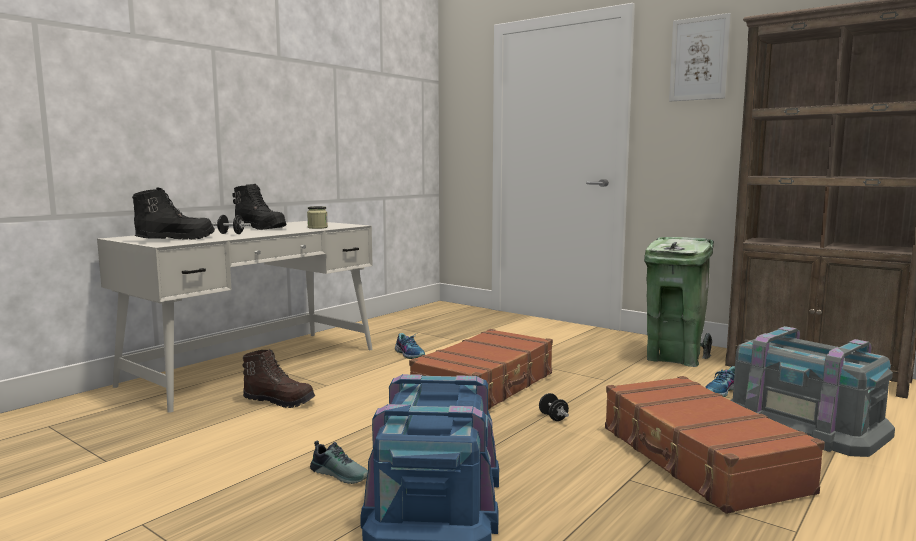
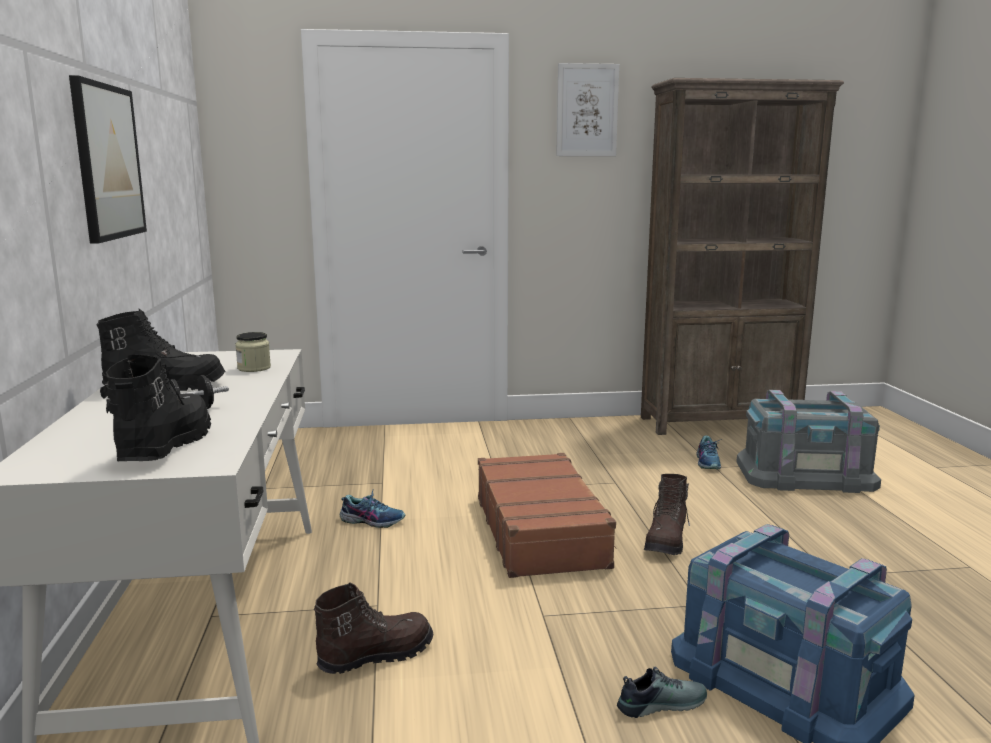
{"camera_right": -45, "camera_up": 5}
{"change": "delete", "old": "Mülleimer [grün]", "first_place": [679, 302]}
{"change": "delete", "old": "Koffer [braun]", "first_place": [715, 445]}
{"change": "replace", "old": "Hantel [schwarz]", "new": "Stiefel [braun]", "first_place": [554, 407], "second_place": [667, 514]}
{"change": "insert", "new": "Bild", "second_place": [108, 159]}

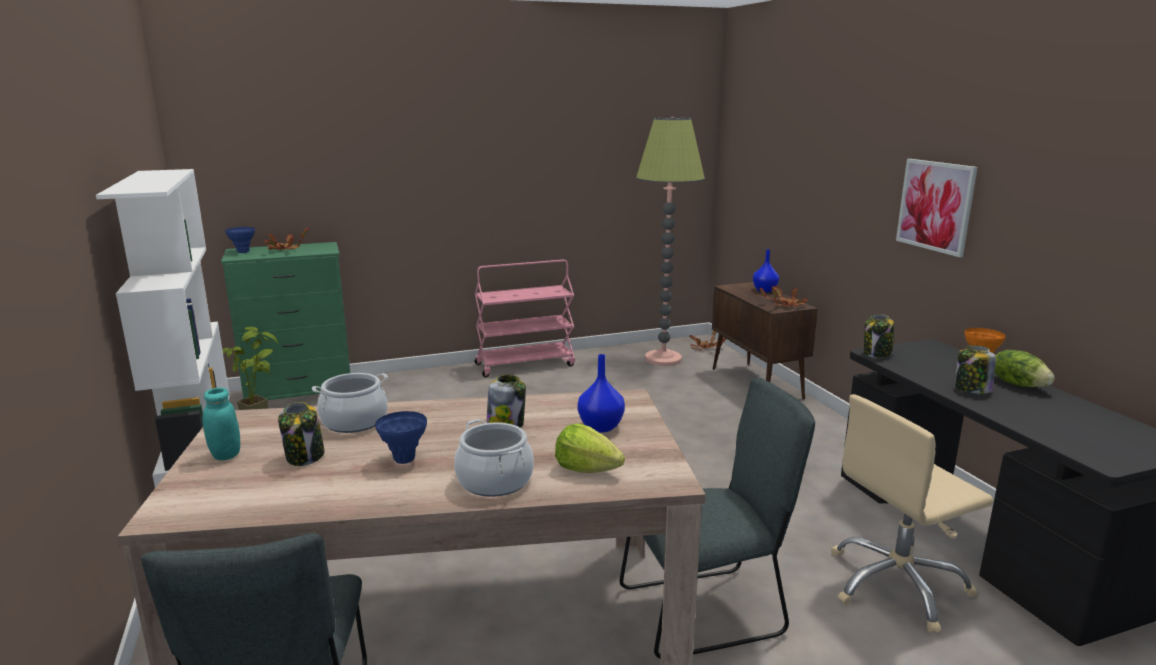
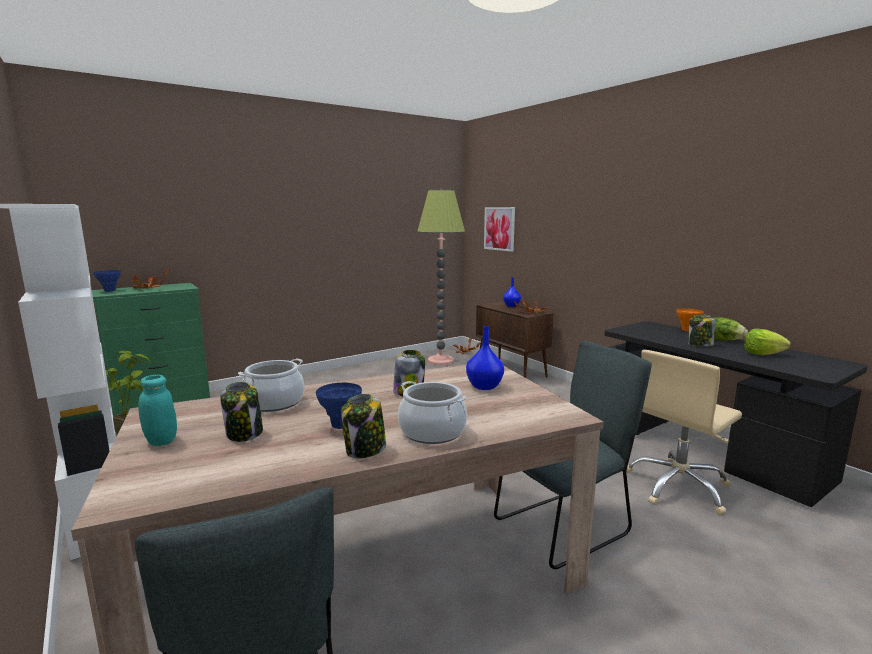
{"camera_right": -15, "camera_up": -5}
{"change": "move", "old": "Bild", "first_place": [937, 208], "second_place": [499, 229]}
{"change": "delete", "old": "Rollwagen [rosa]", "first_place": [524, 318]}
{"change": "move", "old": "Vorratsglas", "first_place": [879, 336], "second_place": [363, 426]}
{"change": "move", "old": "Salatkopf", "first_place": [590, 448], "second_place": [767, 342]}

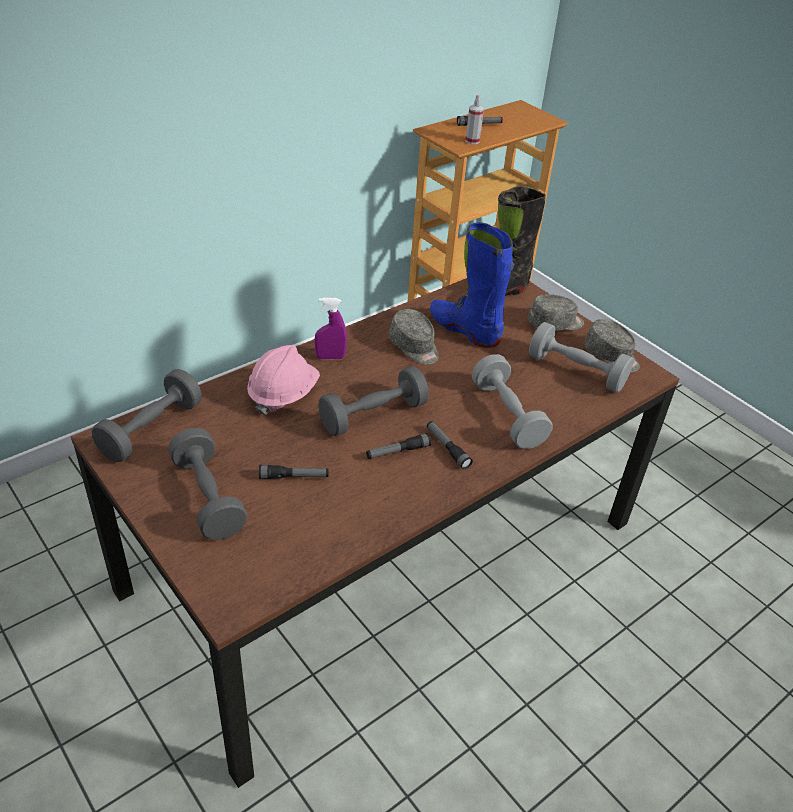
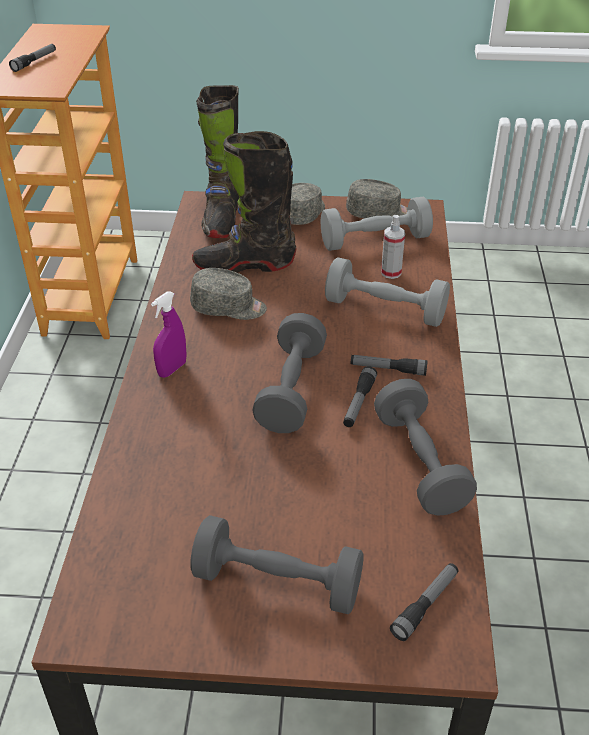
{"camera_right": -45, "camera_up": 0}
{"change": "move", "old": "Sprühflasche", "first_place": [474, 119], "second_place": [393, 247]}
{"change": "recolor", "old": "Stiefel [blau]", "new": "Stiefel [schwarz]", "first_place": [472, 285], "second_place": [244, 202]}
{"change": "delete", "old": "Schutzhelm [rosa]", "first_place": [283, 380]}
{"change": "move", "old": "Hantel [grau]", "first_place": [147, 415], "second_place": [425, 447]}
{"change": "move", "old": "Taschenlampe", "first_place": [294, 472], "second_place": [424, 602]}

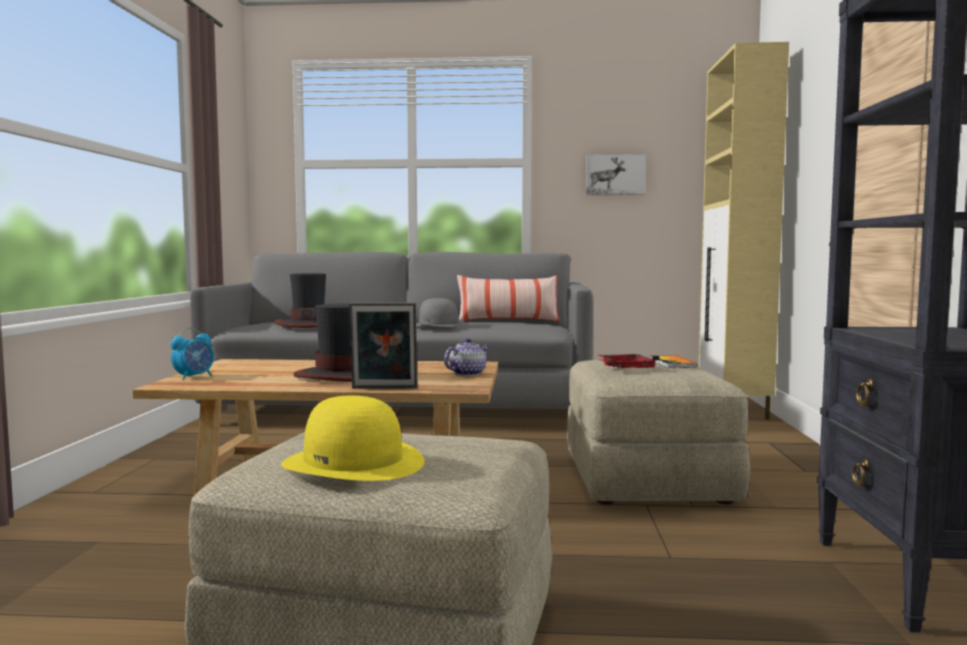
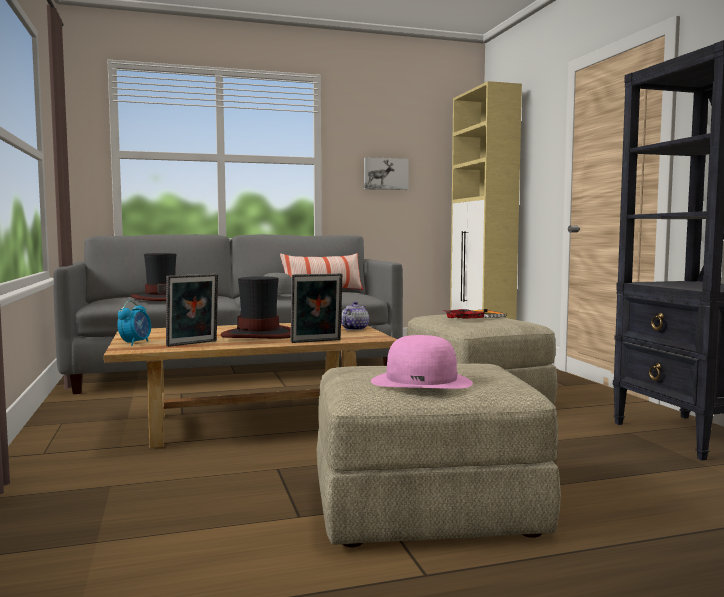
{"camera_right": -20, "camera_up": 0}
{"change": "recolor", "old": "Hut [gelb]", "new": "Hut [rosa]", "first_place": [353, 438], "second_place": [422, 362]}
{"change": "insert", "new": "Bilderrahmen", "second_place": [192, 310]}

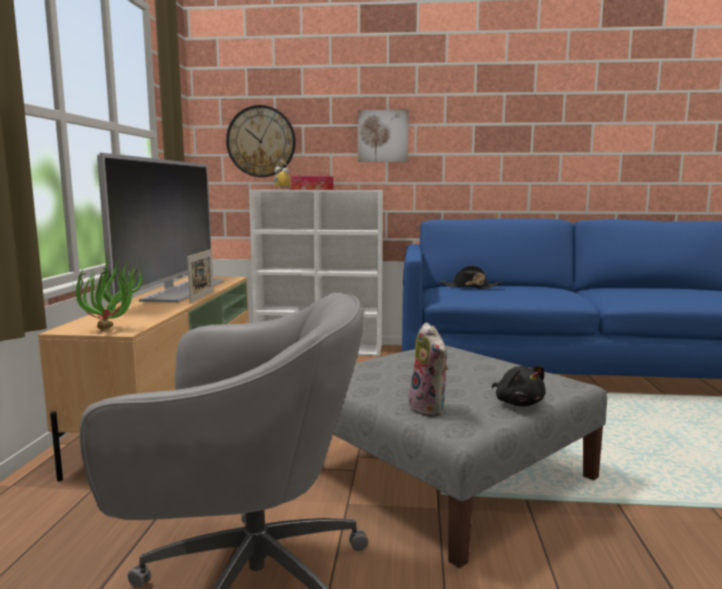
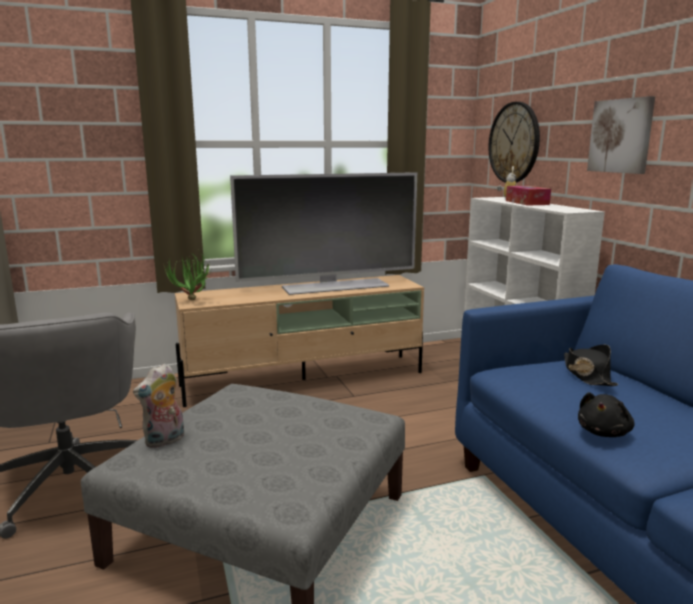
{"camera_right": 65, "camera_up": 5}
{"change": "delete", "old": "Bilderrahmen", "first_place": [200, 276]}
{"change": "move", "old": "Plüschtier [schwarz]", "first_place": [519, 386], "second_place": [606, 414]}

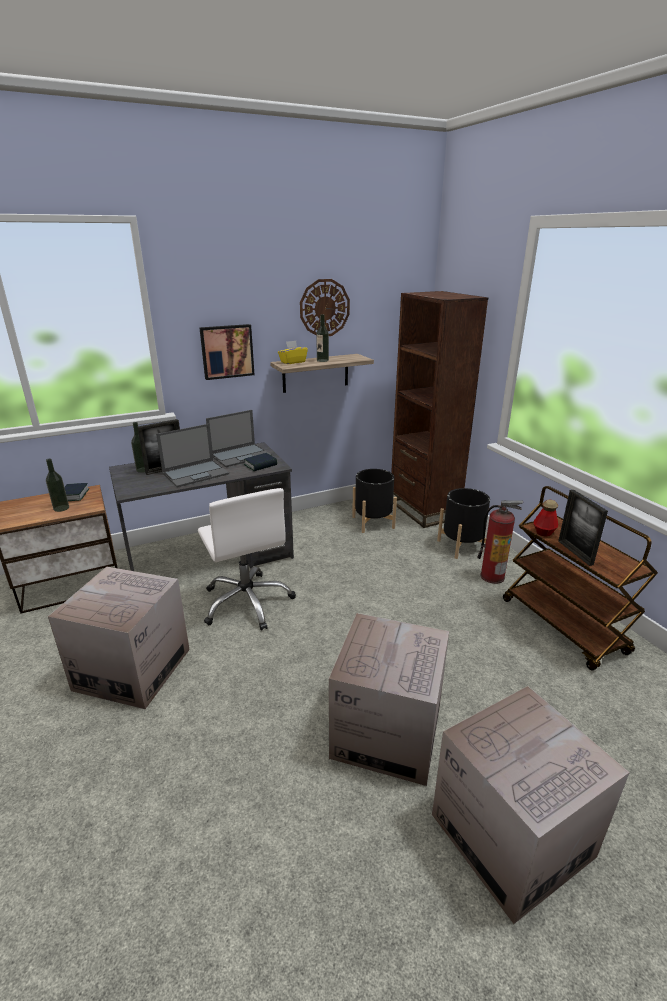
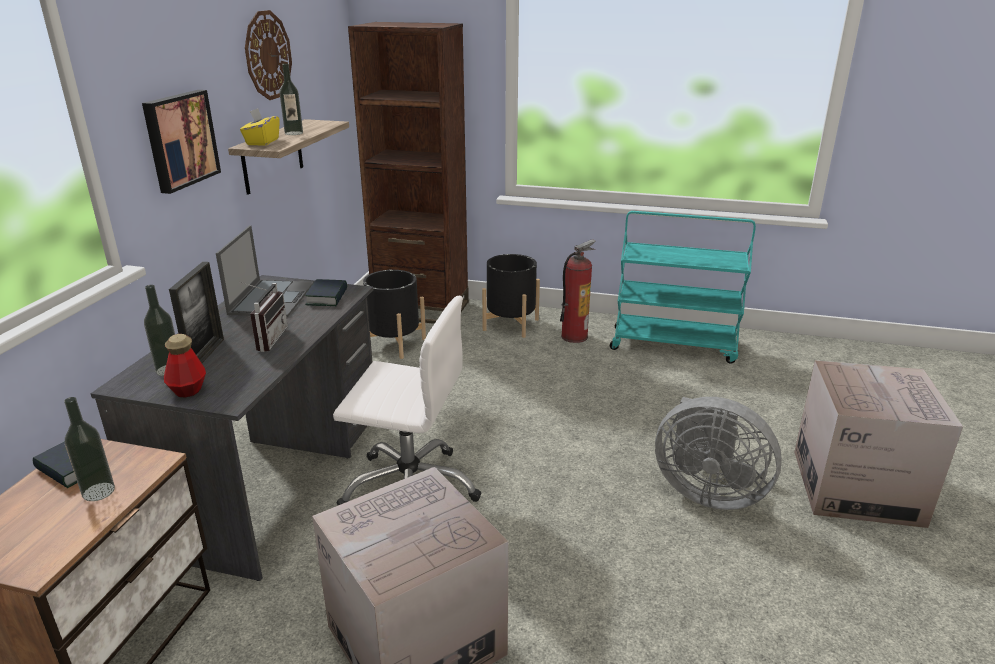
{"camera_right": -50, "camera_up": 0}
{"change": "replace", "old": "Laptop", "new": "Radio", "first_place": [192, 455], "second_place": [263, 317]}
{"change": "recolor", "old": "Rollwagen [braun]", "new": "Rollwagen [türkis]", "first_place": [580, 578], "second_place": [683, 287]}
{"change": "delete", "old": "Bilderrahmen", "first_place": [583, 528]}
{"change": "move", "old": "Flasche", "first_place": [546, 518], "second_place": [185, 365]}
{"change": "replace", "old": "Karton", "new": "Ventilator [grau]", "first_place": [389, 699], "second_place": [718, 453]}

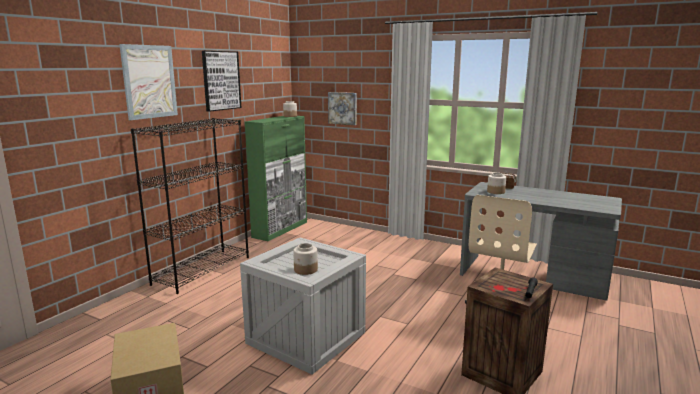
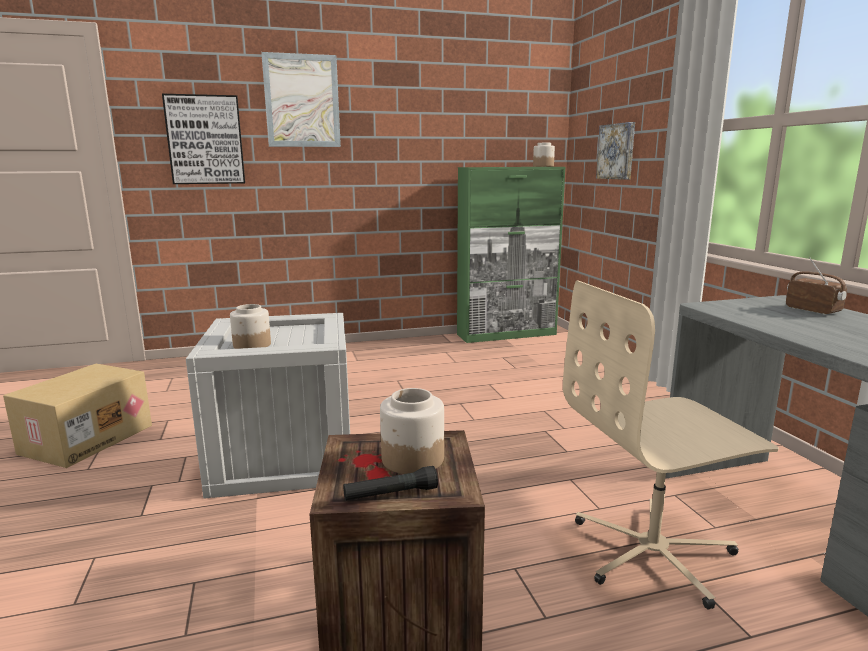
{"camera_right": 45, "camera_up": 0}
{"change": "move", "old": "Bild", "first_place": [221, 81], "second_place": [203, 139]}
{"change": "delete", "old": "Bücherregal [schwarz]", "first_place": [190, 206]}
{"change": "move", "old": "Vorratsglas", "first_place": [496, 183], "second_place": [412, 431]}

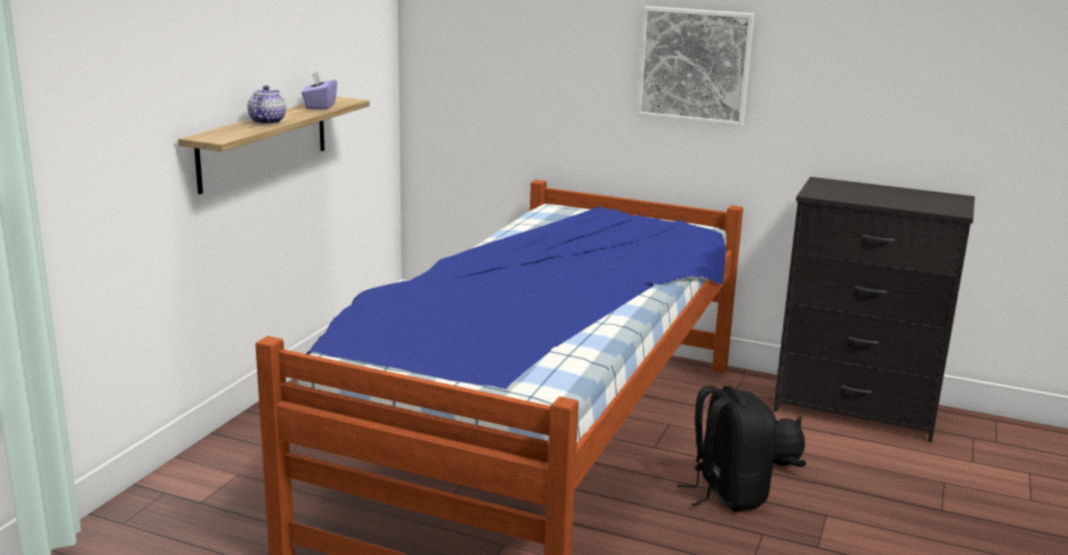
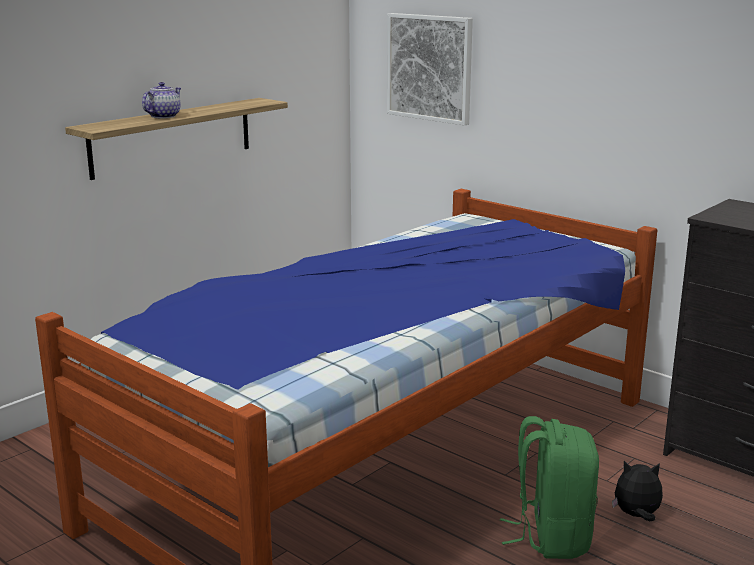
{"camera_right": 20, "camera_up": 0}
{"change": "move", "old": "Bild", "first_place": [696, 66], "second_place": [430, 69]}
{"change": "delete", "old": "Taschentuchbox [lila]", "first_place": [319, 90]}
{"change": "recolor", "old": "Rucksack [schwarz]", "new": "Rucksack [grün]", "first_place": [726, 449], "second_place": [549, 487]}

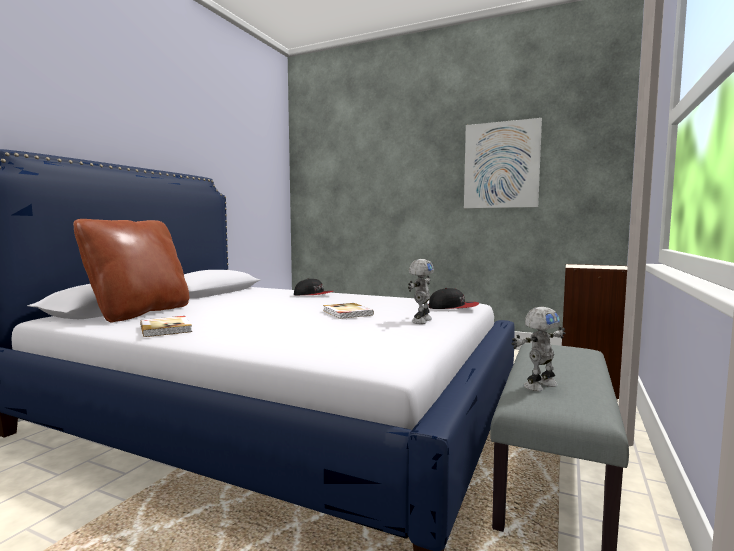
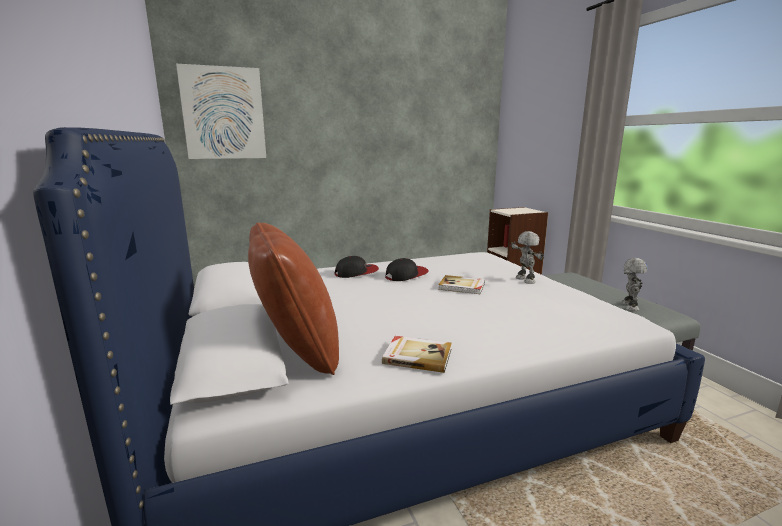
{"camera_right": -45, "camera_up": 10}
{"change": "move", "old": "Bild", "first_place": [503, 163], "second_place": [221, 111]}
{"change": "move", "old": "Kappe", "first_place": [453, 298], "second_place": [407, 269]}

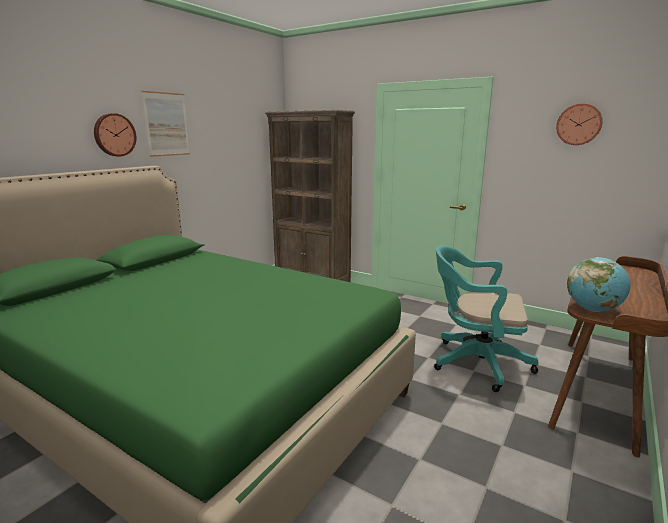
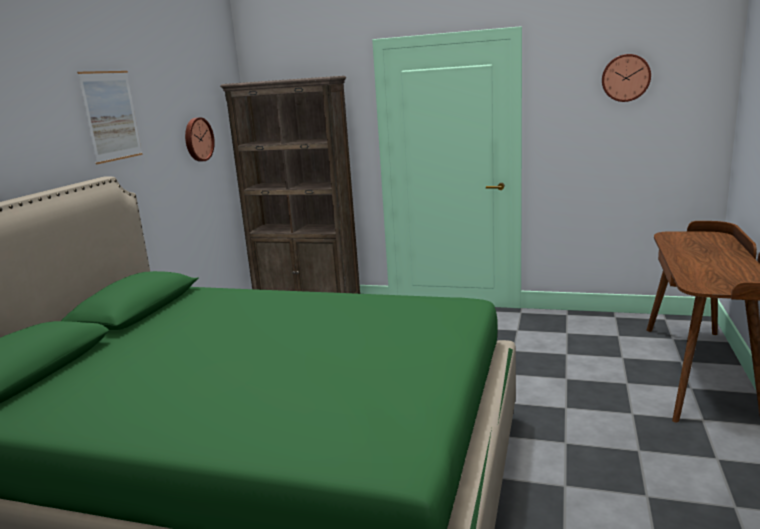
{"camera_right": -15, "camera_up": 0}
{"change": "move", "old": "Wanduhr", "first_place": [115, 135], "second_place": [200, 139]}
{"change": "delete", "old": "Bürostuhl [türkis]", "first_place": [486, 318]}
{"change": "delete", "old": "Globus", "first_place": [598, 284]}

